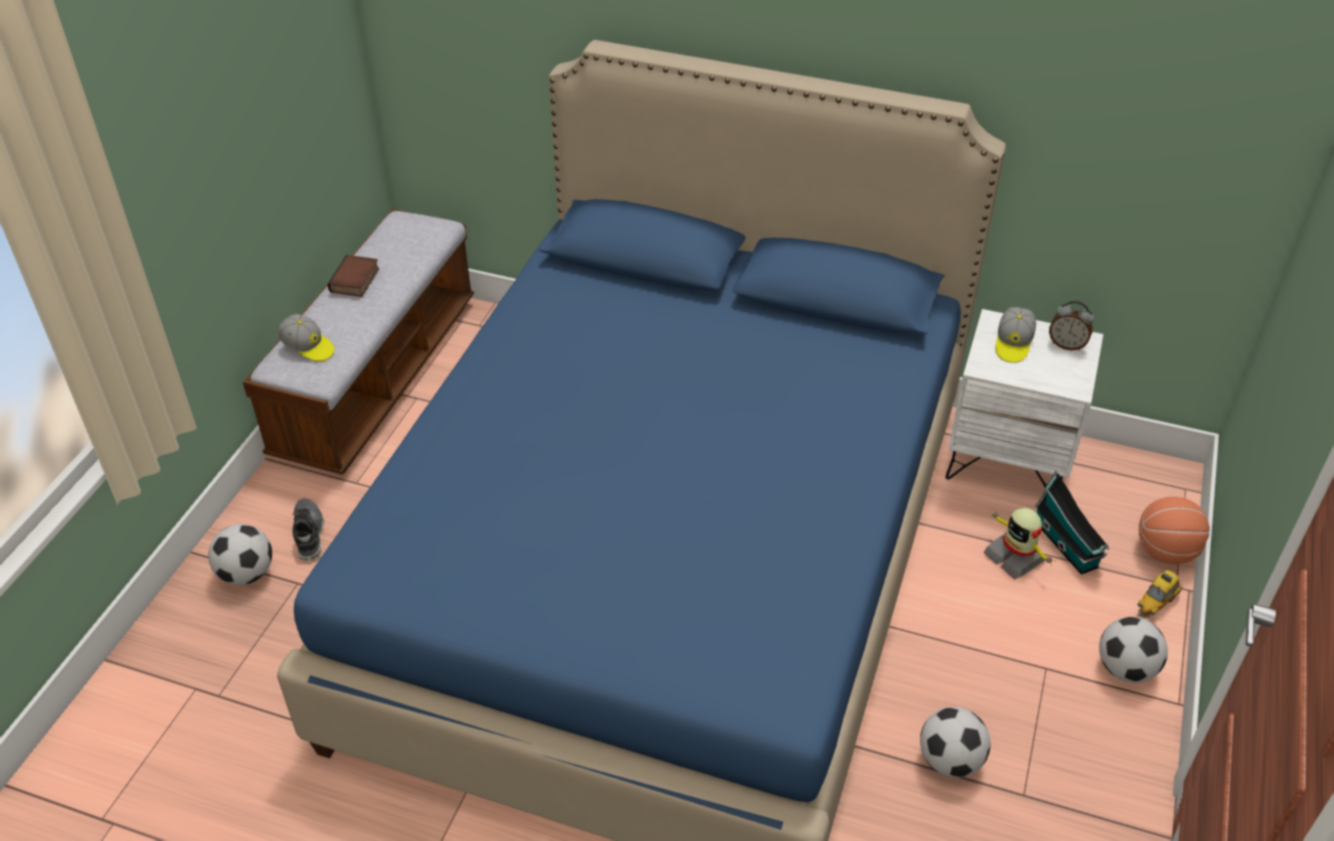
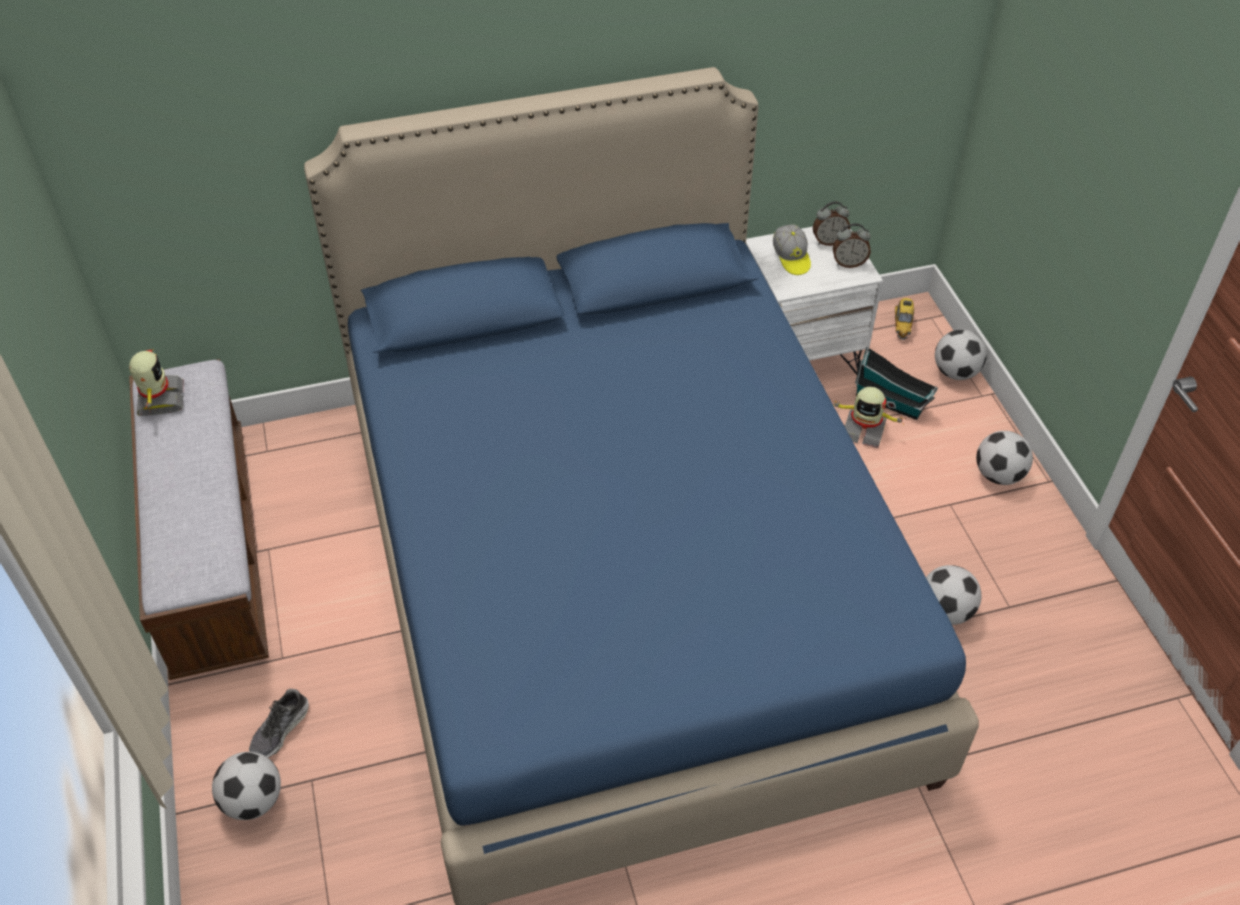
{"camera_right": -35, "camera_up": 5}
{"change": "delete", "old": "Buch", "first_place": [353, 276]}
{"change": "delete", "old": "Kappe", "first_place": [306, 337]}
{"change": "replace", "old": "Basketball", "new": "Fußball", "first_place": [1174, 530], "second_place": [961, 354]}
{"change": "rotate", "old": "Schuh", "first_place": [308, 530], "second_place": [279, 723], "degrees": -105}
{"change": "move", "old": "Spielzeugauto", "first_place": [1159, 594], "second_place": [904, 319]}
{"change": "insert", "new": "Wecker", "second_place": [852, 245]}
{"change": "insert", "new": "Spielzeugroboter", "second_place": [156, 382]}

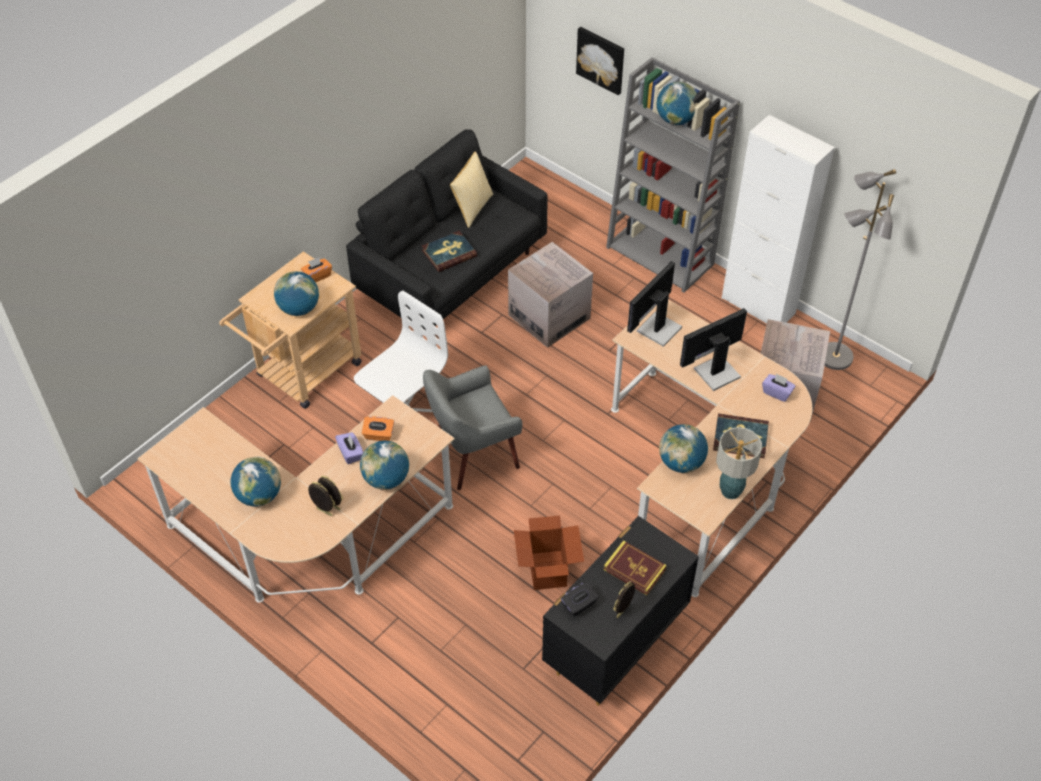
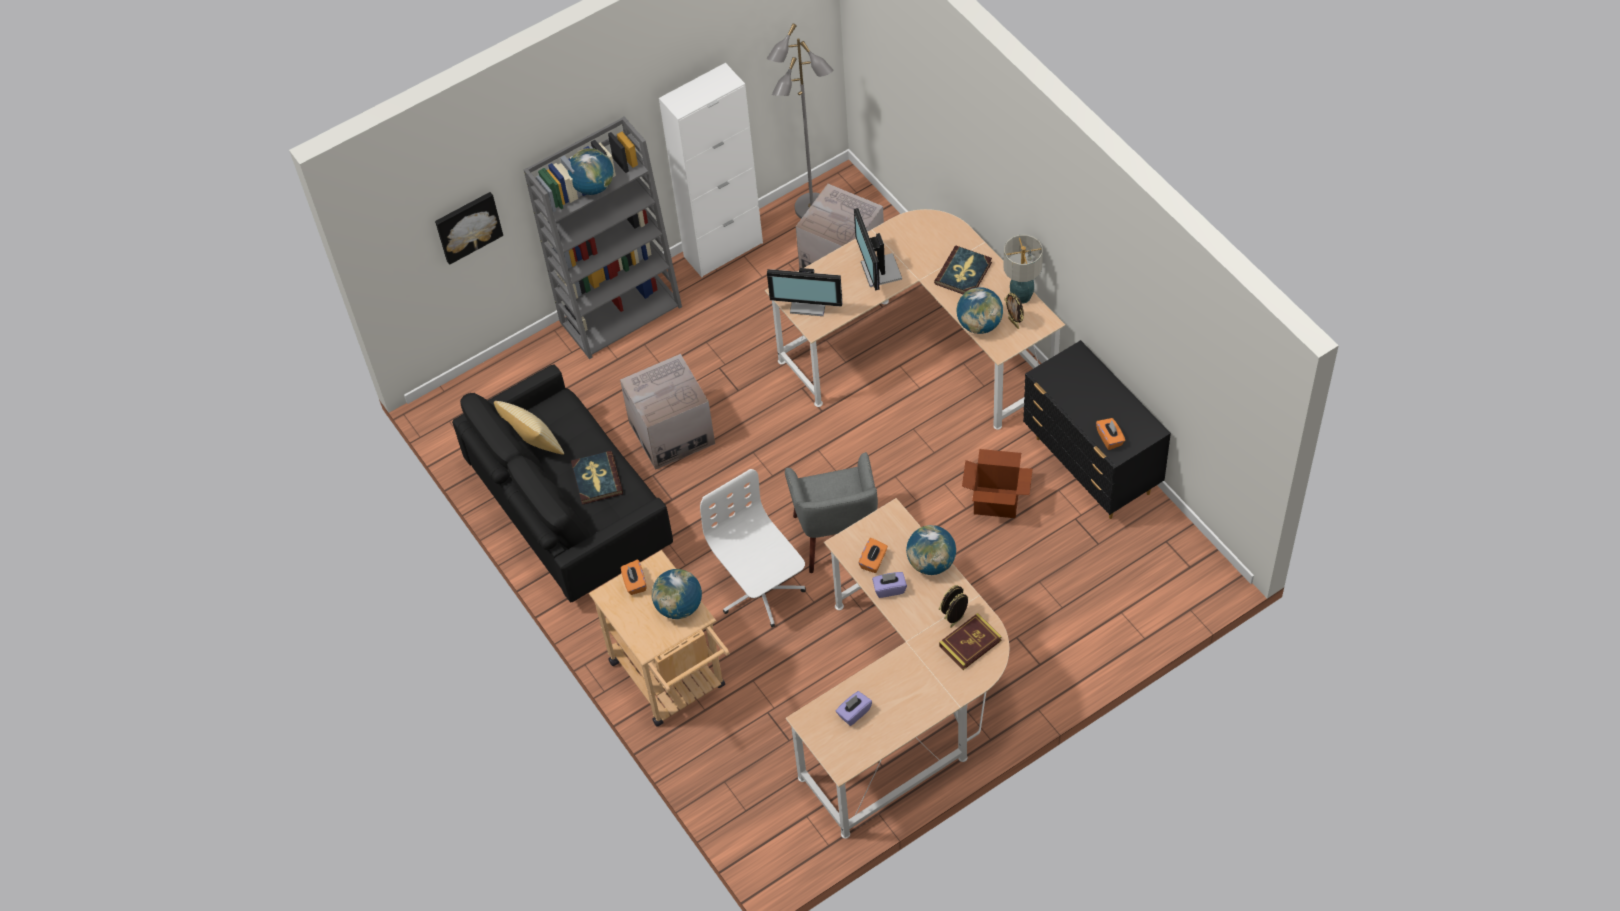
{"camera_right": -70, "camera_up": 5}
{"change": "rotate", "old": "Monitor", "first_place": [654, 304], "second_place": [804, 292], "degrees": -45}
{"change": "move", "old": "Taschentuchbox [lila]", "first_place": [779, 387], "second_place": [854, 708]}
{"change": "delete", "old": "Globus", "first_place": [256, 481]}
{"change": "move", "old": "Buch", "first_place": [635, 567], "second_place": [970, 641]}
{"change": "recolor", "old": "Taschentuchbox [schwarz]", "new": "Taschentuchbox [orange]", "first_place": [579, 599], "second_place": [1110, 434]}
{"change": "move", "old": "Bilderrahmen", "first_place": [624, 599], "second_place": [1014, 311]}

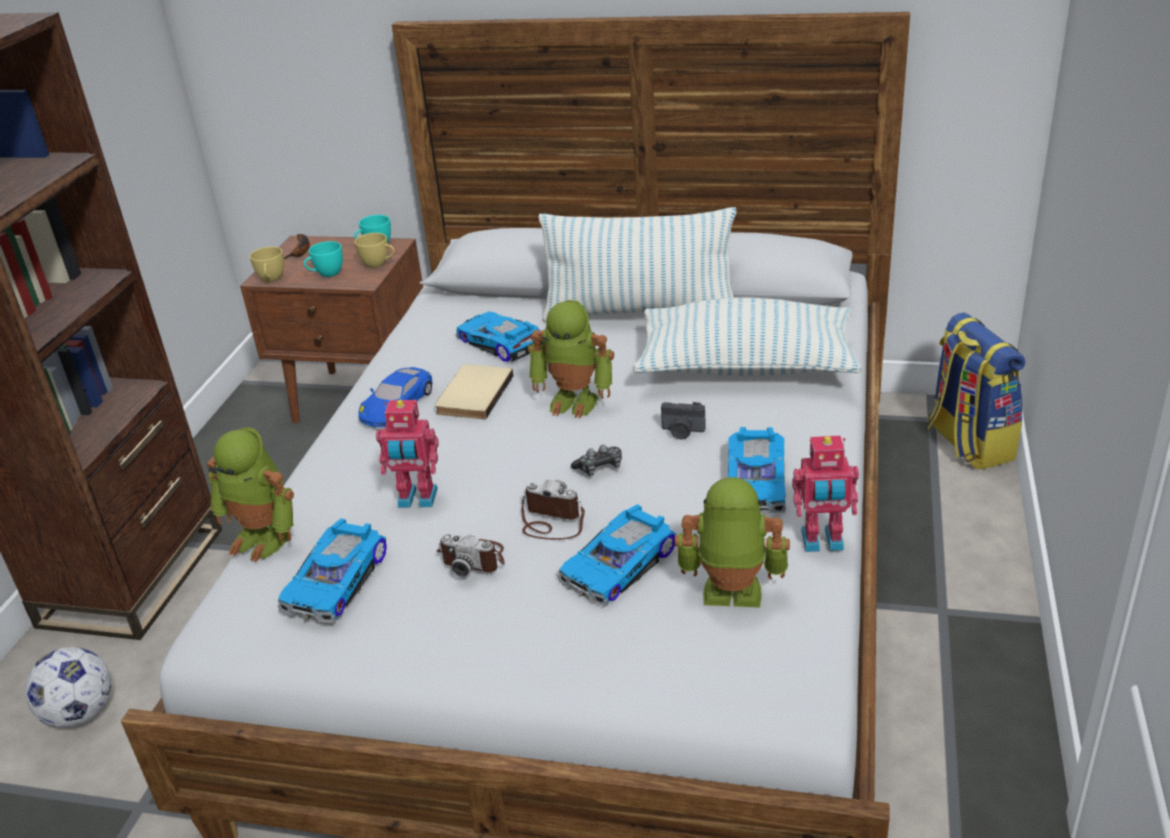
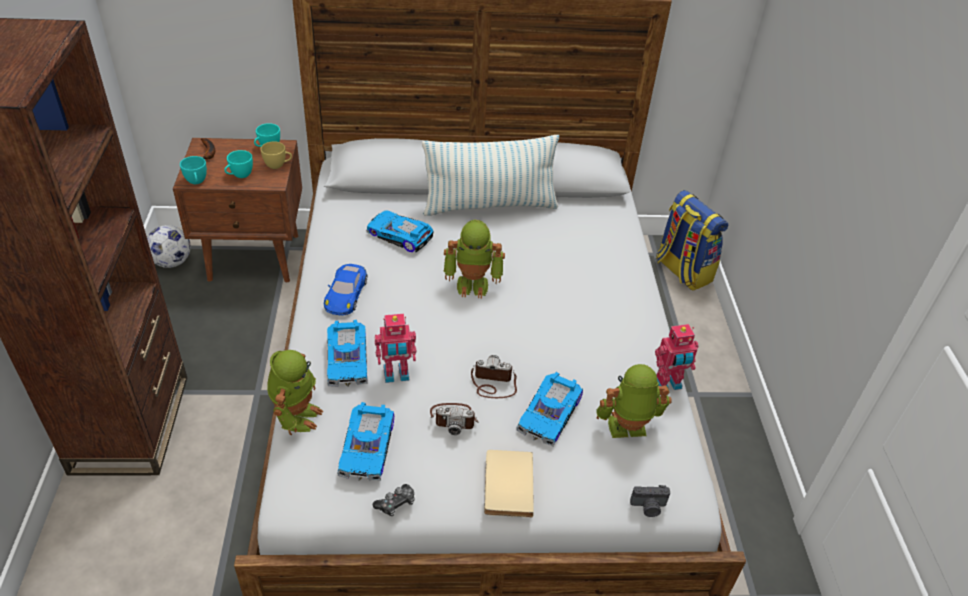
{"camera_right": -20, "camera_up": 10}
{"change": "recolor", "old": "Tasse [gelb]", "new": "Tasse [türkis]", "first_place": [267, 264], "second_place": [193, 170]}
{"change": "delete", "old": "Kissen", "first_place": [747, 336]}
{"change": "move", "old": "Buch [beige]", "first_place": [474, 392], "second_place": [509, 483]}
{"change": "move", "old": "Kamera", "first_place": [683, 420], "second_place": [650, 501]}
{"change": "rotate", "old": "Spielzeugroboter", "first_place": [250, 494], "second_place": [295, 392], "degrees": -90}
{"change": "move", "old": "Spielzeugauto", "first_place": [757, 470], "second_place": [347, 353]}
{"change": "move", "old": "Gamepad", "first_place": [596, 460], "second_place": [394, 500]}
{"change": "move", "old": "Fußball", "first_place": [68, 687], "second_place": [169, 246]}

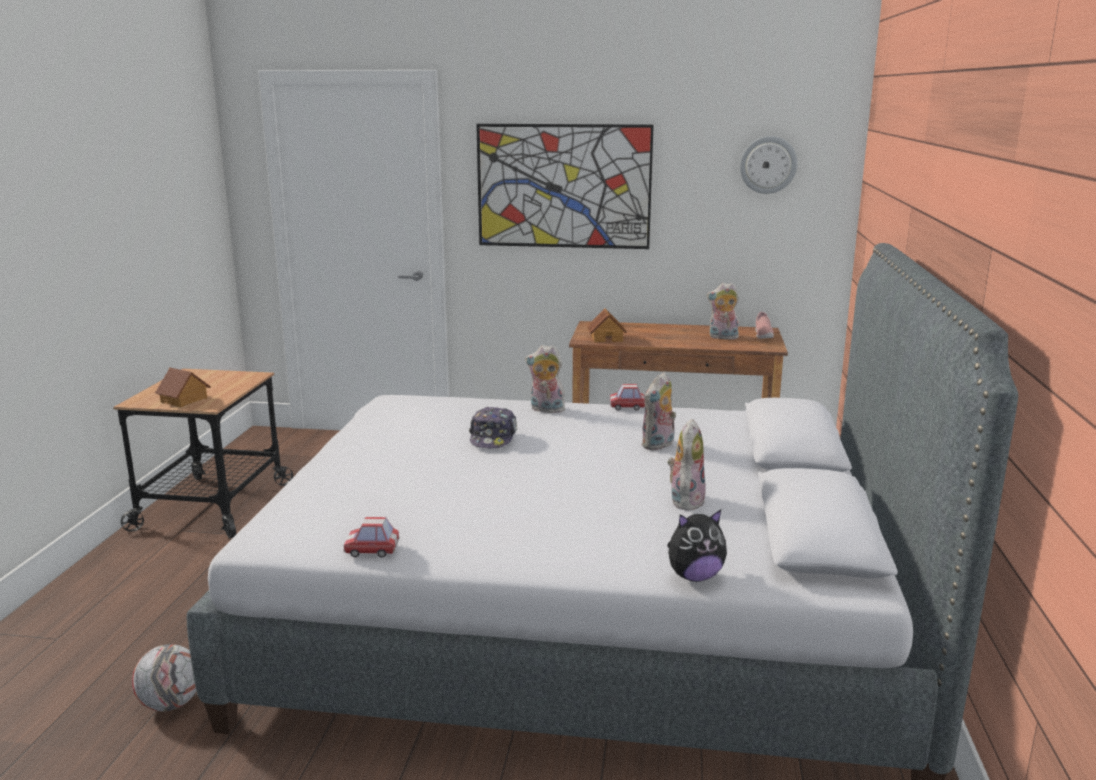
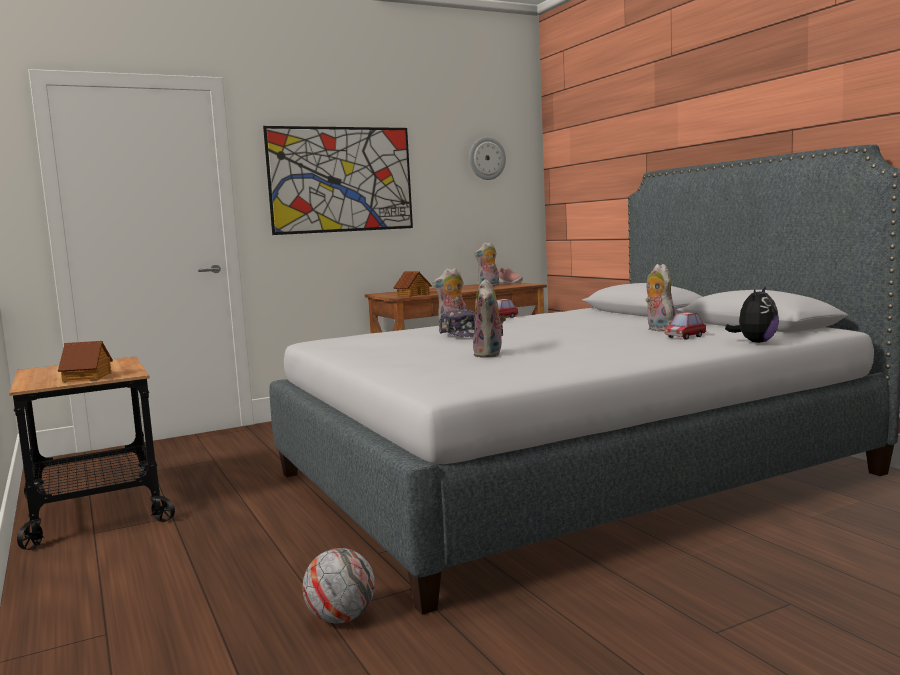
{"camera_right": -35, "camera_up": -10}
{"change": "move", "old": "Plüschtier", "first_place": [659, 411], "second_place": [489, 318]}
{"change": "move", "old": "Spielzeugauto", "first_place": [371, 537], "second_place": [685, 326]}

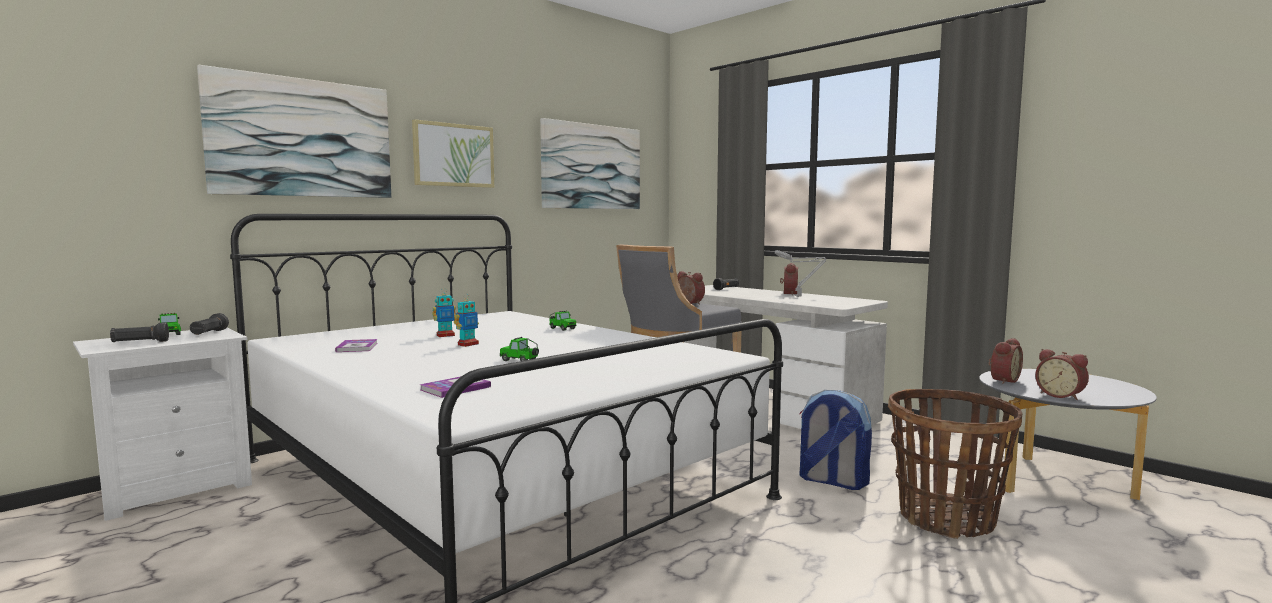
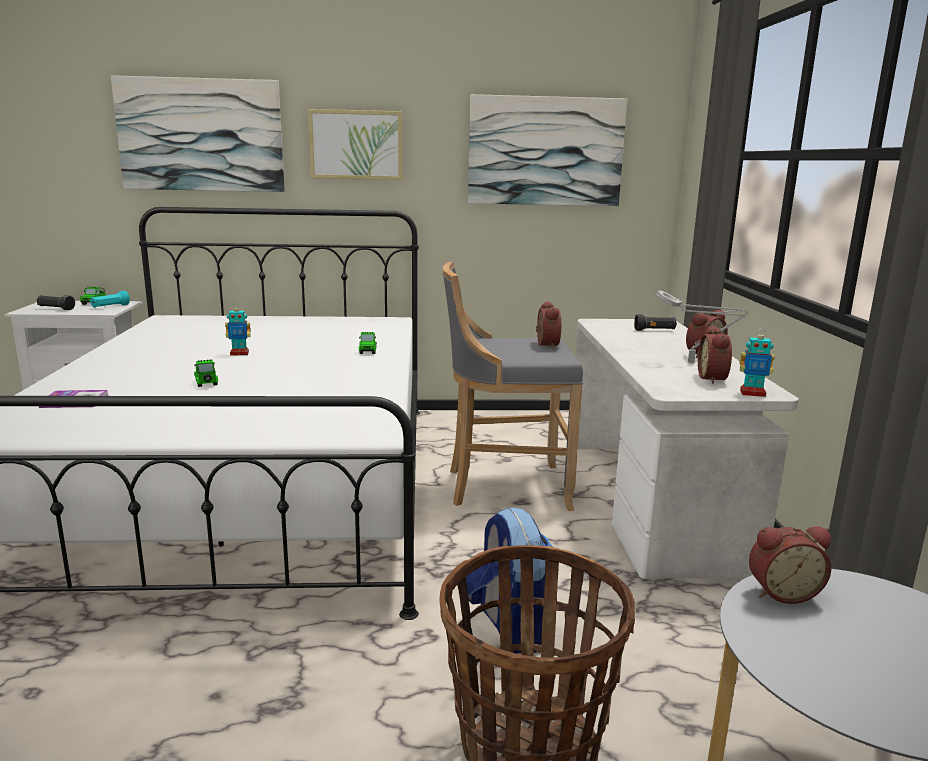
{"camera_right": 40, "camera_up": 10}
{"change": "move", "old": "Spielzeugroboter", "first_place": [444, 312], "second_place": [757, 362]}
{"change": "recolor", "old": "Taschenlampe [schwarz]", "new": "Taschenlampe [türkis]", "first_place": [209, 324], "second_place": [110, 299]}
{"change": "delete", "old": "Buch", "first_place": [356, 345]}
{"change": "move", "old": "Wecker", "first_place": [1062, 374], "second_place": [715, 354]}

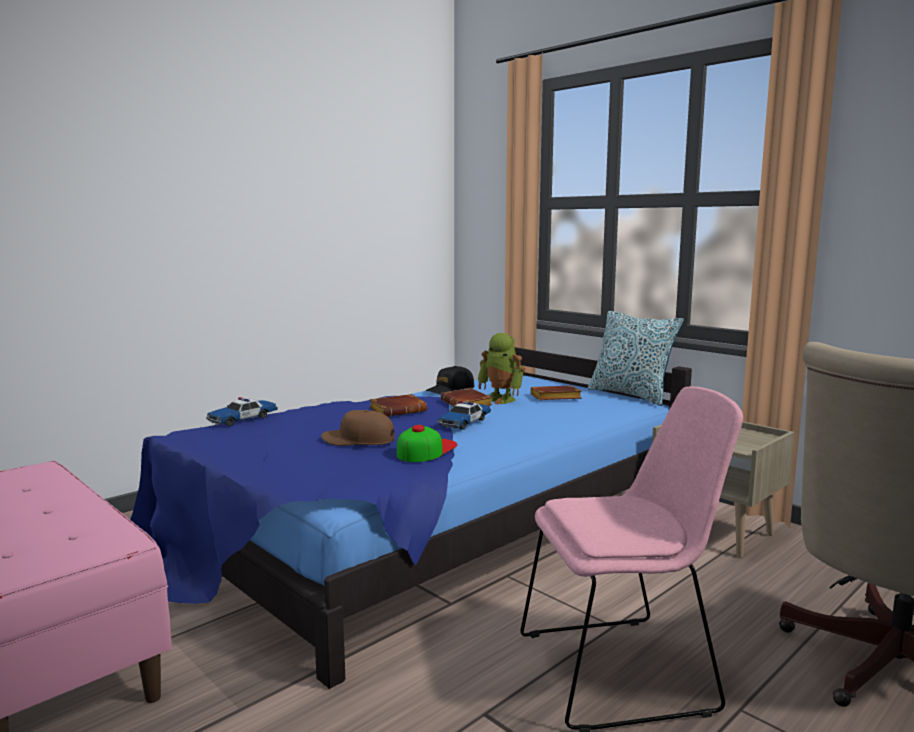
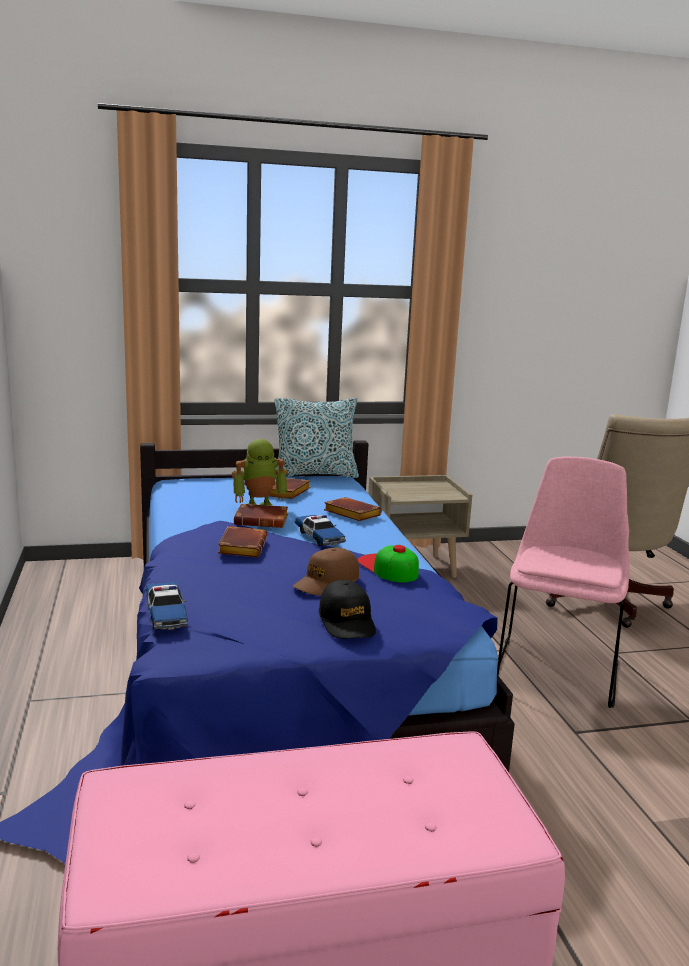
{"camera_right": -60, "camera_up": 5}
{"change": "move", "old": "Kappe [schwarz]", "first_place": [450, 380], "second_place": [347, 609]}
{"change": "insert", "new": "Buch [braun]", "second_place": [353, 509]}

